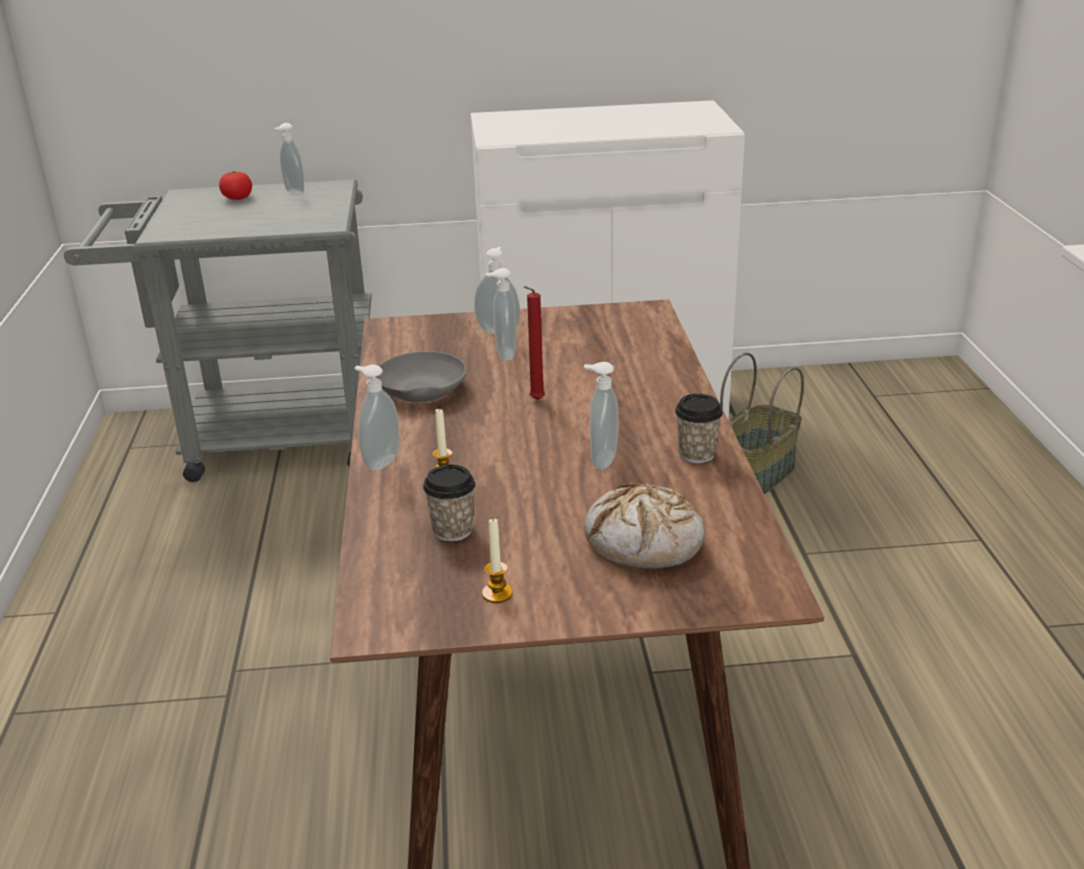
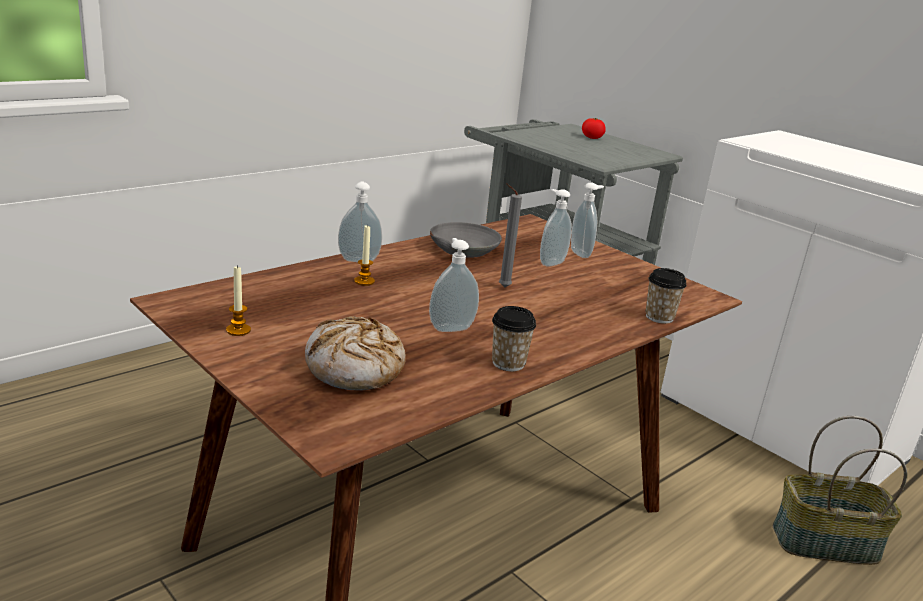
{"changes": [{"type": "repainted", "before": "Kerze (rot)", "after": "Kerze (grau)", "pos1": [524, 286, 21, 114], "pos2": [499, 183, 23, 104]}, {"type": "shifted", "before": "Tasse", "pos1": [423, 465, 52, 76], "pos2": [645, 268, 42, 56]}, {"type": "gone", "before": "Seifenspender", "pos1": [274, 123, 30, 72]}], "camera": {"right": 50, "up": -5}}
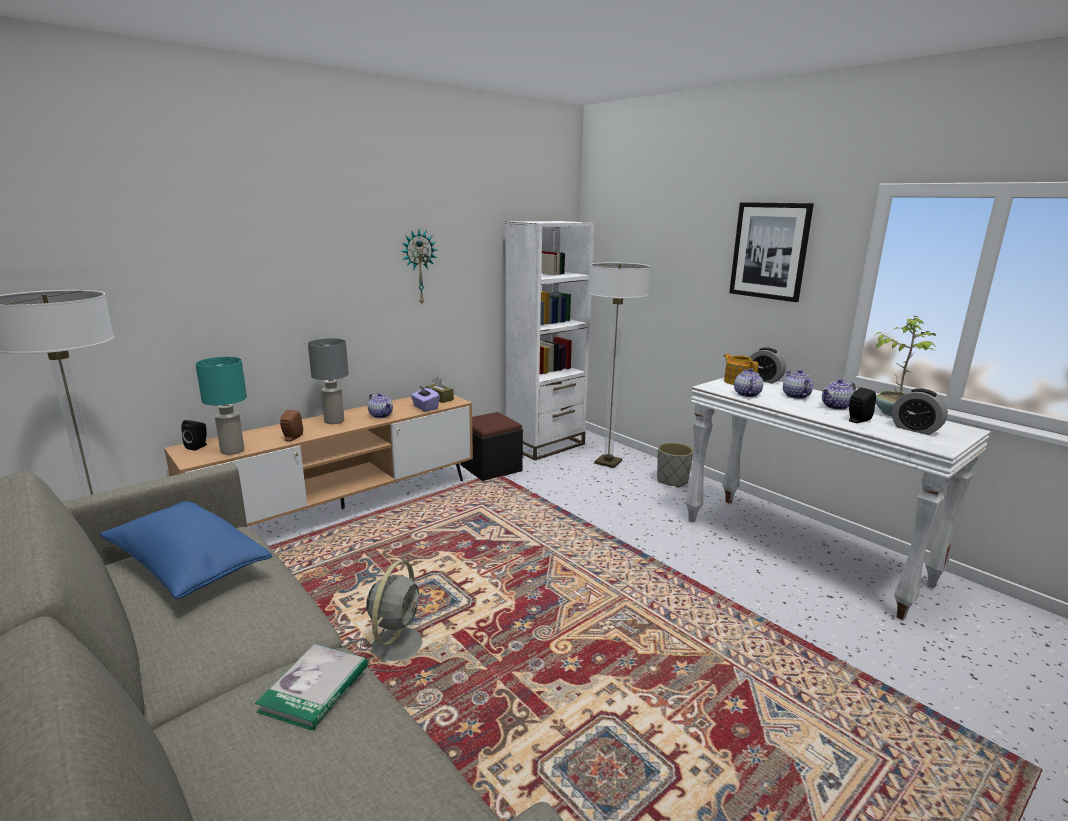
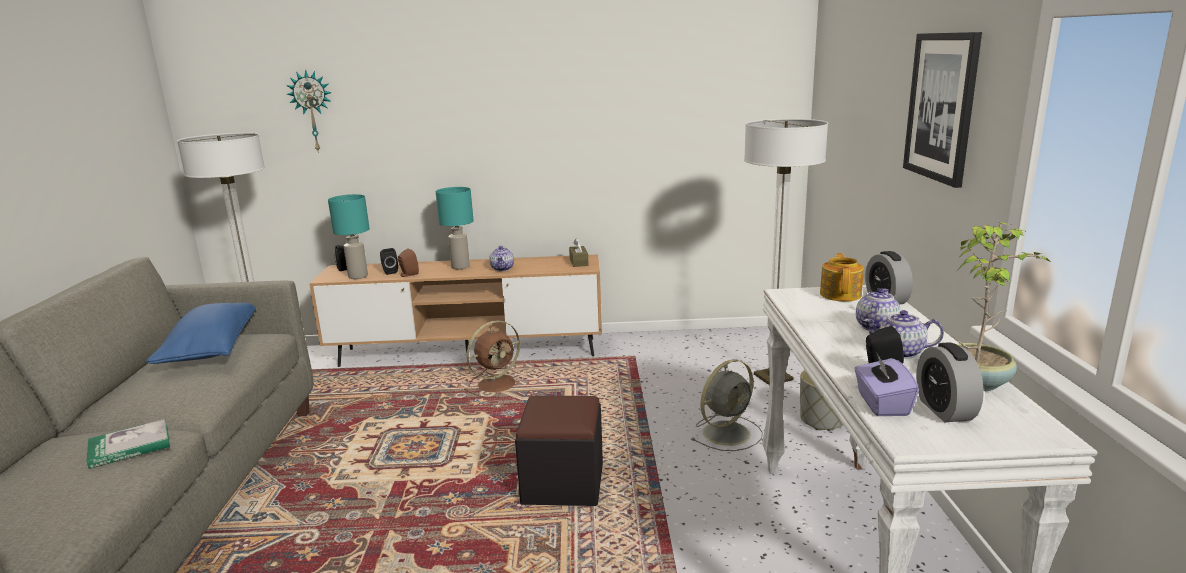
{"changes": [{"type": "shifted", "before": "Wanduhr", "pos1": [401, 230, 36, 73], "pos2": [286, 69, 46, 84]}, {"type": "new", "after": "Lautsprecher (schwarz)", "pos2": [380, 248, 18, 27]}, {"type": "repainted", "before": "Tischlampe (grau)", "after": "Tischlampe (türkis)", "pos1": [308, 338, 41, 86], "pos2": [435, 187, 39, 82]}, {"type": "new", "after": "Ventilator (braun)", "pos2": [464, 320, 56, 77]}, {"type": "shifted", "before": "Polsterhocker (schwarz)", "pos1": [460, 412, 63, 69], "pos2": [515, 396, 88, 110]}, {"type": "shifted", "before": "Ventilator (grau)", "pos1": [360, 560, 62, 112], "pos2": [690, 359, 73, 92]}, {"type": "shifted", "before": "Taschentuchbox (lila)", "pos1": [411, 385, 29, 27], "pos2": [854, 352, 65, 64]}, {"type": "gone", "before": "Bücherregal (weiß)", "pos1": [505, 221, 90, 240]}, {"type": "gone", "before": "Teekanne", "pos1": [734, 368, 29, 29]}], "camera": {"right": 40, "up": 0}}
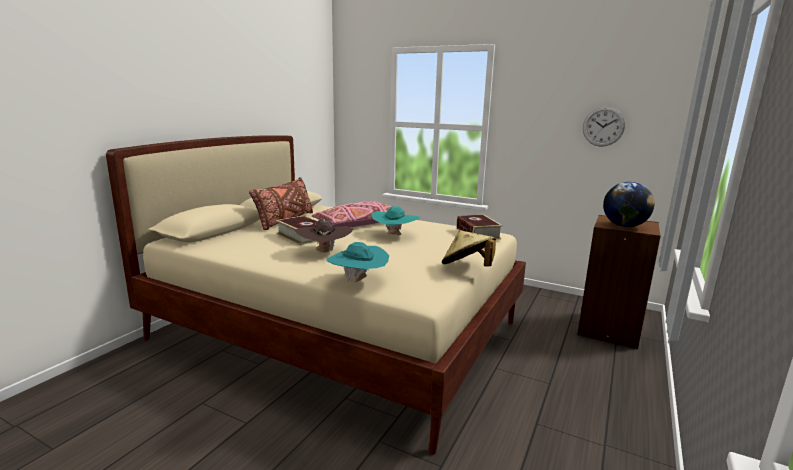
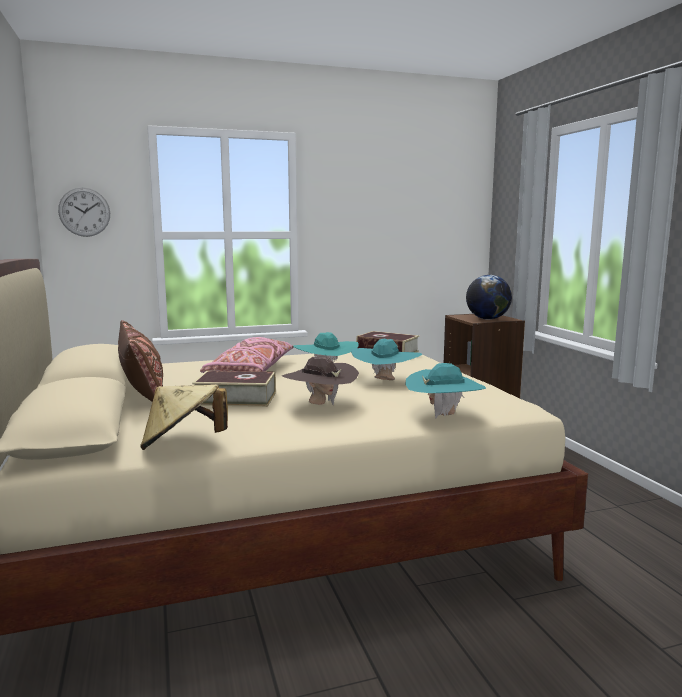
{"changes": [{"type": "shifted", "before": "Wanduhr", "pos1": [583, 107, 42, 40], "pos2": [58, 187, 52, 50]}, {"type": "shifted", "before": "Hut (beige)", "pos1": [442, 230, 54, 36], "pos2": [140, 384, 88, 66]}, {"type": "new", "after": "Hut (türkis)", "pos2": [351, 339, 71, 41]}], "camera": {"right": -45, "up": -5}}
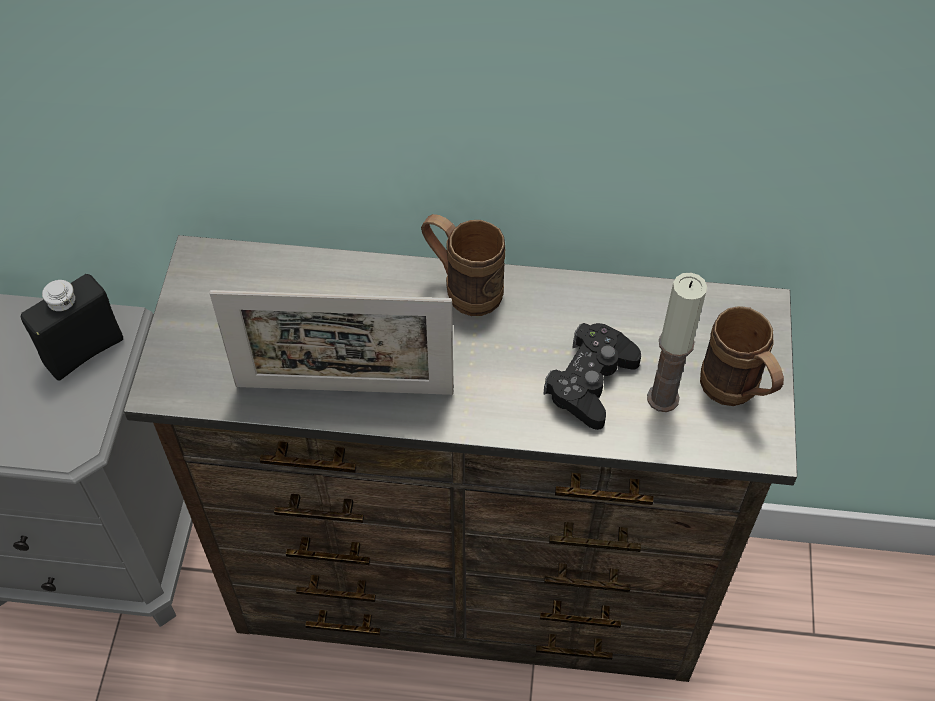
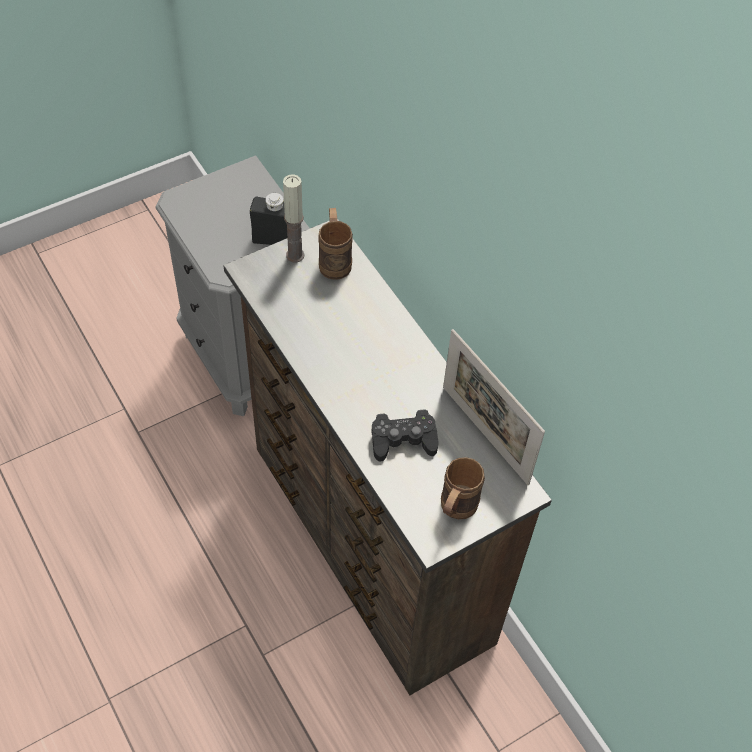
{"changes": [{"type": "shifted", "before": "Kerze", "pos1": [647, 273, 60, 139], "pos2": [283, 174, 22, 89]}, {"type": "shifted", "before": "Henkelbecher (braun)", "pos1": [421, 214, 84, 102], "pos2": [318, 208, 35, 72]}, {"type": "shifted", "before": "Bilderrahmen", "pos1": [209, 290, 245, 105], "pos2": [443, 329, 102, 156]}], "camera": {"right": 50, "up": 0}}
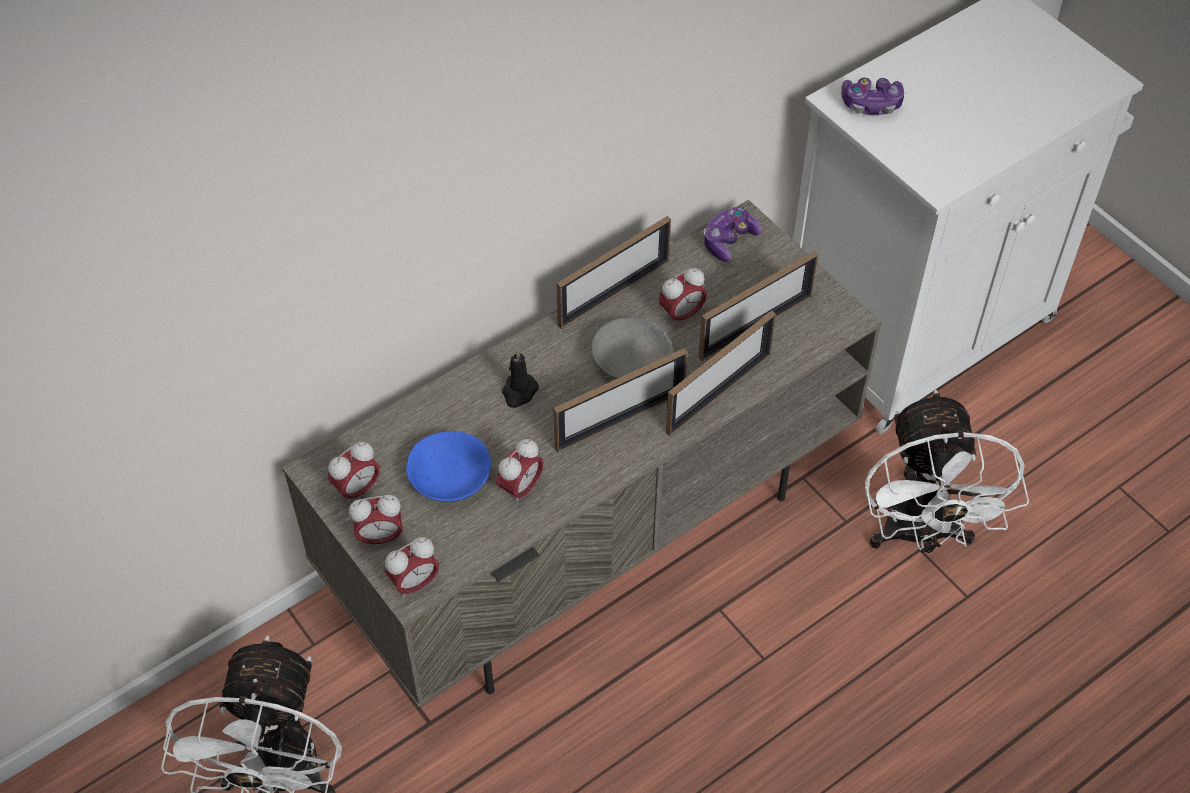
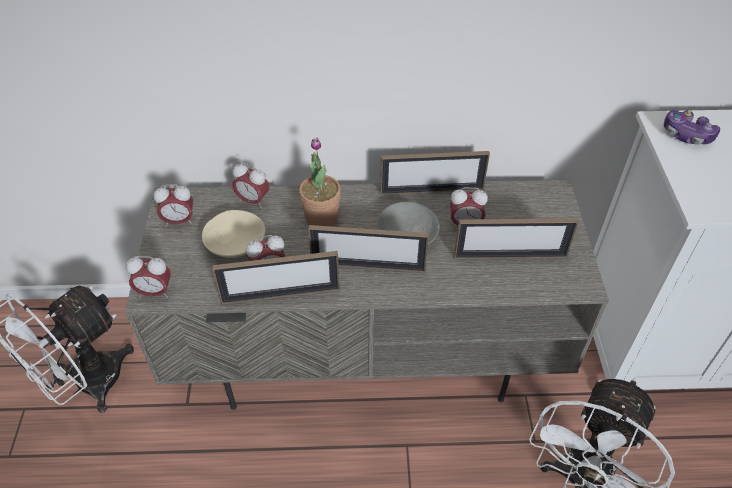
{"changes": [{"type": "repainted", "before": "Schüssel (blau)", "after": "Schüssel (beige)", "pos1": [406, 431, 85, 71], "pos2": [202, 210, 64, 48]}, {"type": "shifted", "before": "Bilderrahmen", "pos1": [666, 310, 110, 126], "pos2": [212, 251, 128, 53]}, {"type": "shifted", "before": "Wecker", "pos1": [349, 495, 54, 52], "pos2": [232, 162, 37, 46]}, {"type": "swapped", "before": "Kerze (schwarz)", "after": "Topfpflanze", "pos1": [502, 349, 37, 59], "pos2": [299, 137, 42, 89]}, {"type": "gone", "before": "Gamepad", "pos1": [703, 207, 59, 55]}], "camera": {"right": 35, "up": -5}}
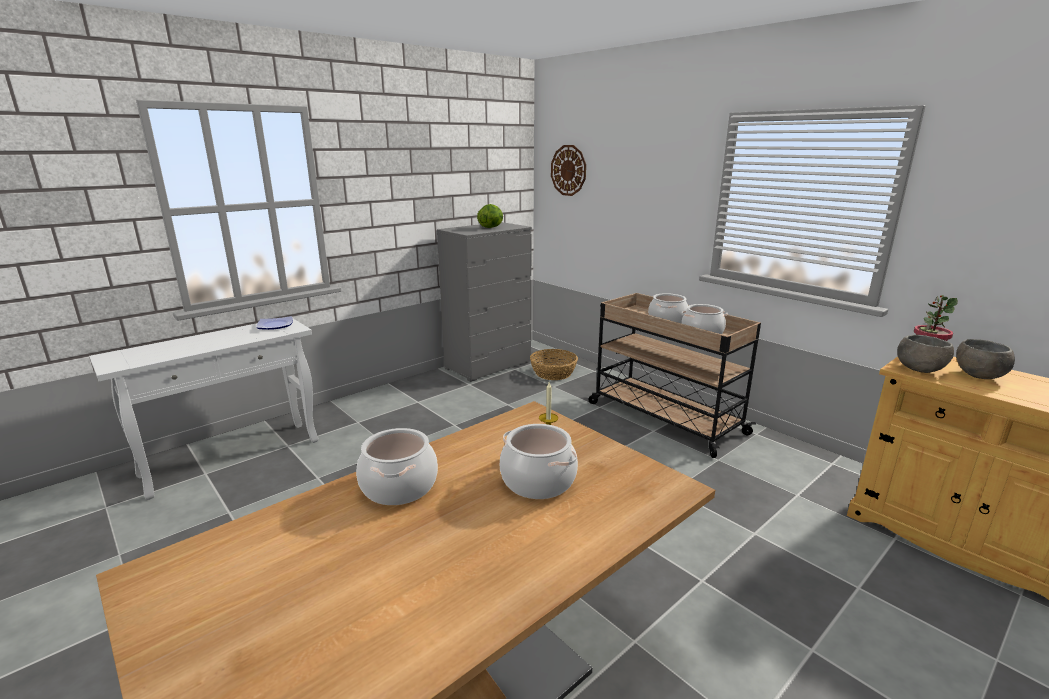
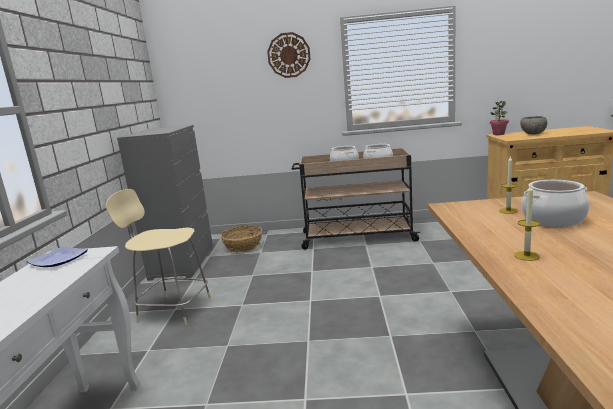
{"changes": [{"type": "new", "after": "Stuhl (beige)", "pos2": [106, 189, 105, 136]}, {"type": "shifted", "before": "Wanduhr", "pos1": [551, 145, 35, 51], "pos2": [267, 32, 43, 46]}, {"type": "swapped", "before": "Kochtopf", "after": "Kerze", "pos1": [356, 428, 82, 77], "pos2": [514, 185, 26, 76]}, {"type": "gone", "before": "Salatkopf", "pos1": [477, 204, 26, 24]}, {"type": "gone", "before": "Schüssel (grau)", "pos1": [897, 335, 57, 38]}], "camera": {"right": -45, "up": -5}}
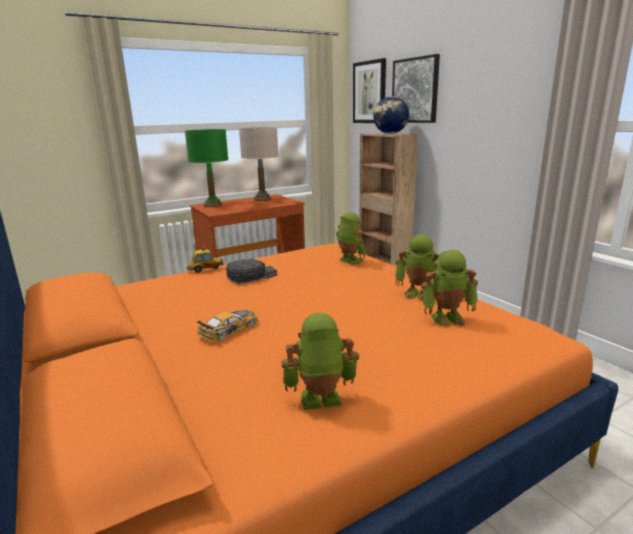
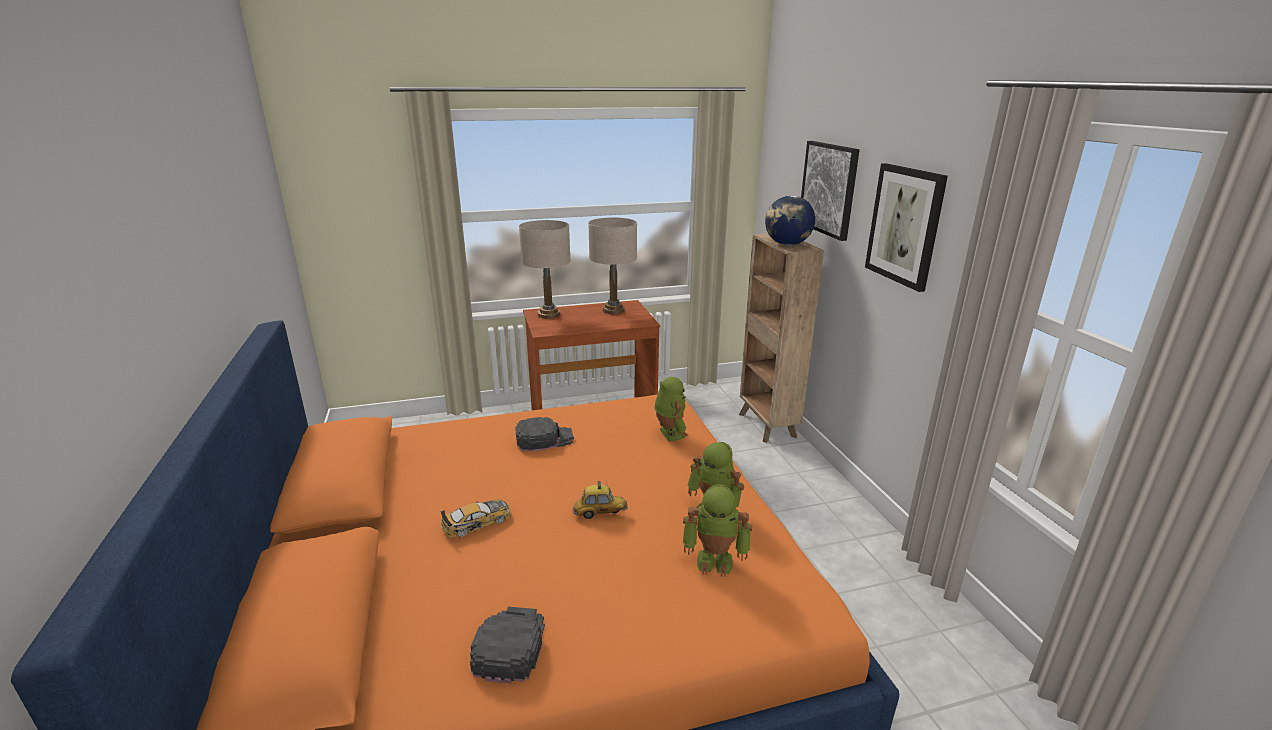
{"changes": [{"type": "swapped", "before": "Spielzeugroboter", "after": "Kappe (schwarz)", "pos1": [281, 313, 78, 97], "pos2": [470, 607, 75, 76]}, {"type": "repainted", "before": "Tischlampe (grün)", "after": "Tischlampe (beige)", "pos1": [185, 129, 43, 78], "pos2": [519, 220, 52, 99]}, {"type": "shifted", "before": "Spielzeugauto", "pos1": [186, 246, 38, 27], "pos2": [573, 481, 55, 38]}, {"type": "shifted", "before": "Bild", "pos1": [353, 58, 33, 65], "pos2": [865, 163, 83, 129]}], "camera": {"right": 15, "up": 5}}
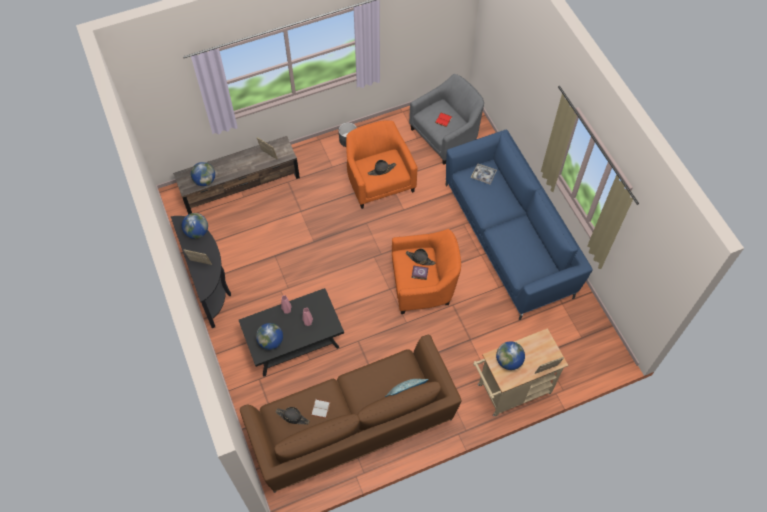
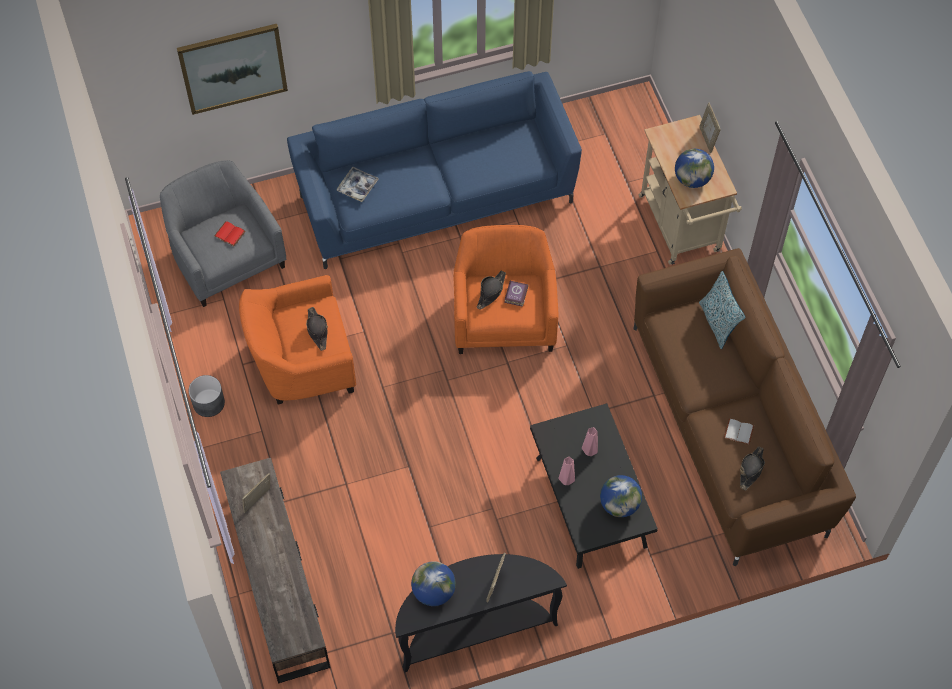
{"changes": [{"type": "new", "after": "Bild", "pos2": [177, 24, 111, 91]}, {"type": "gone", "before": "Globus", "pos1": [191, 162, 24, 24]}], "camera": {"right": -85, "up": 0}}
